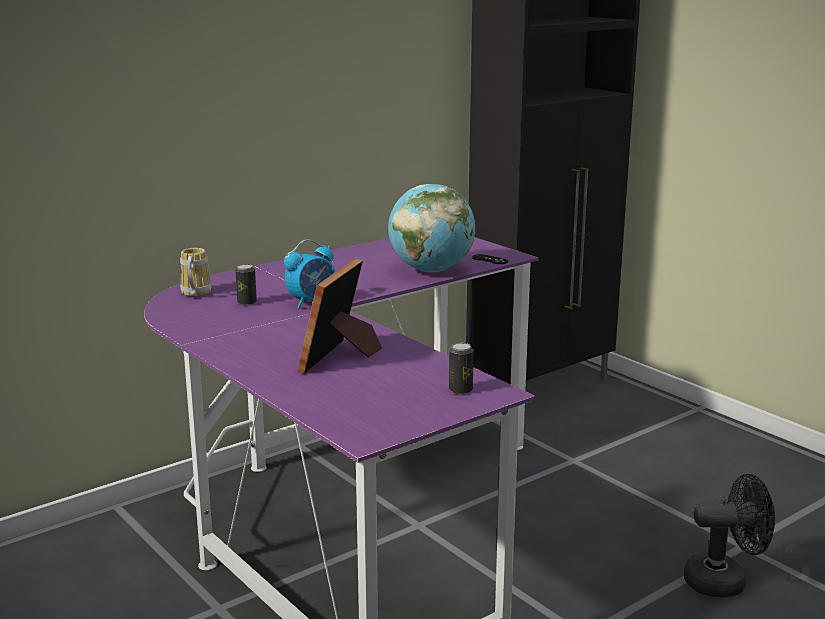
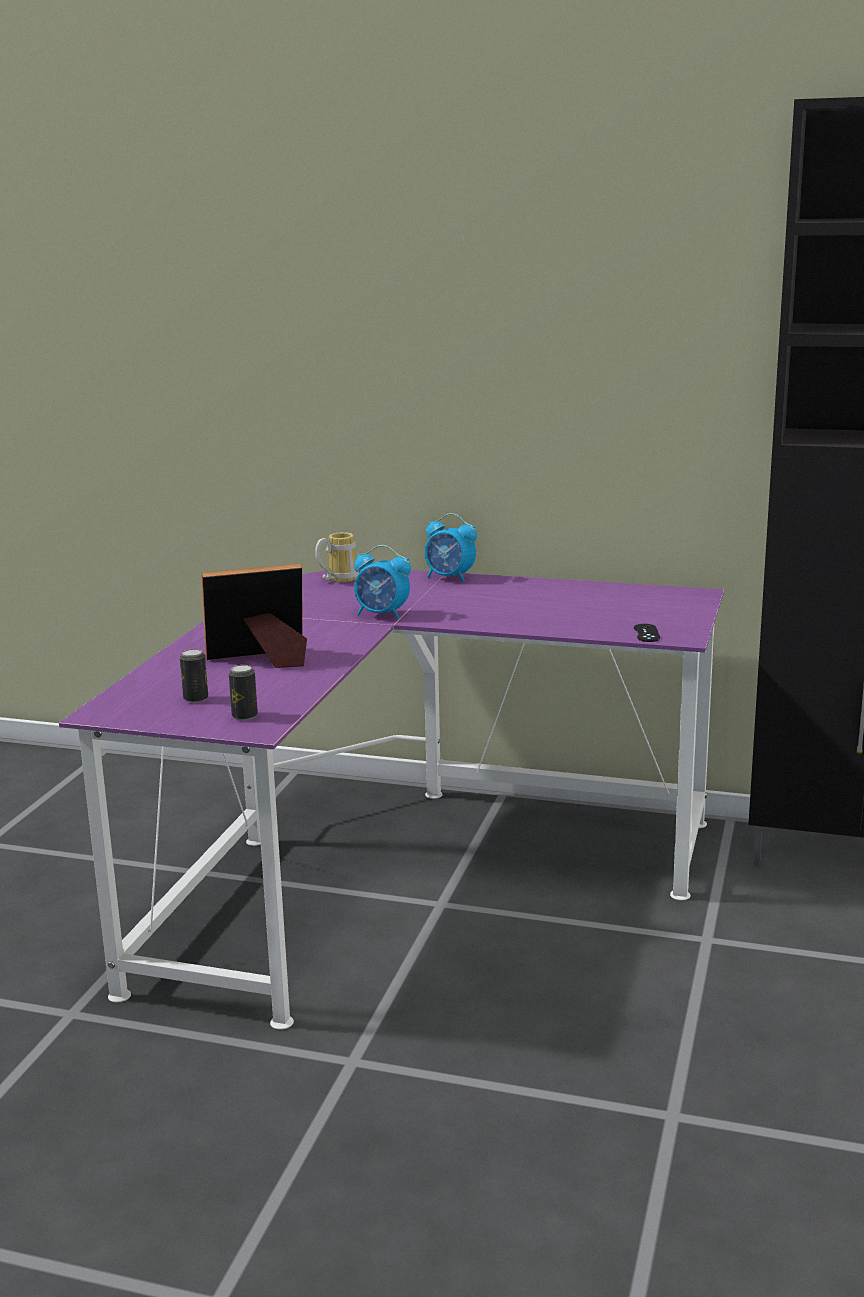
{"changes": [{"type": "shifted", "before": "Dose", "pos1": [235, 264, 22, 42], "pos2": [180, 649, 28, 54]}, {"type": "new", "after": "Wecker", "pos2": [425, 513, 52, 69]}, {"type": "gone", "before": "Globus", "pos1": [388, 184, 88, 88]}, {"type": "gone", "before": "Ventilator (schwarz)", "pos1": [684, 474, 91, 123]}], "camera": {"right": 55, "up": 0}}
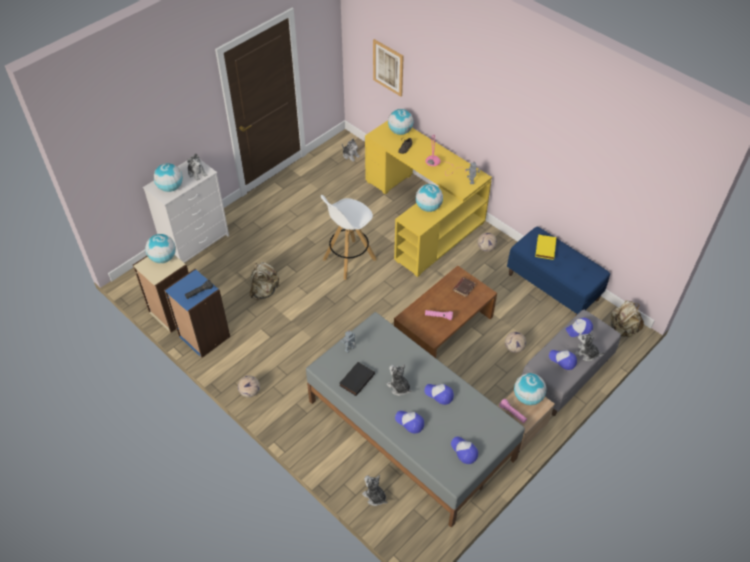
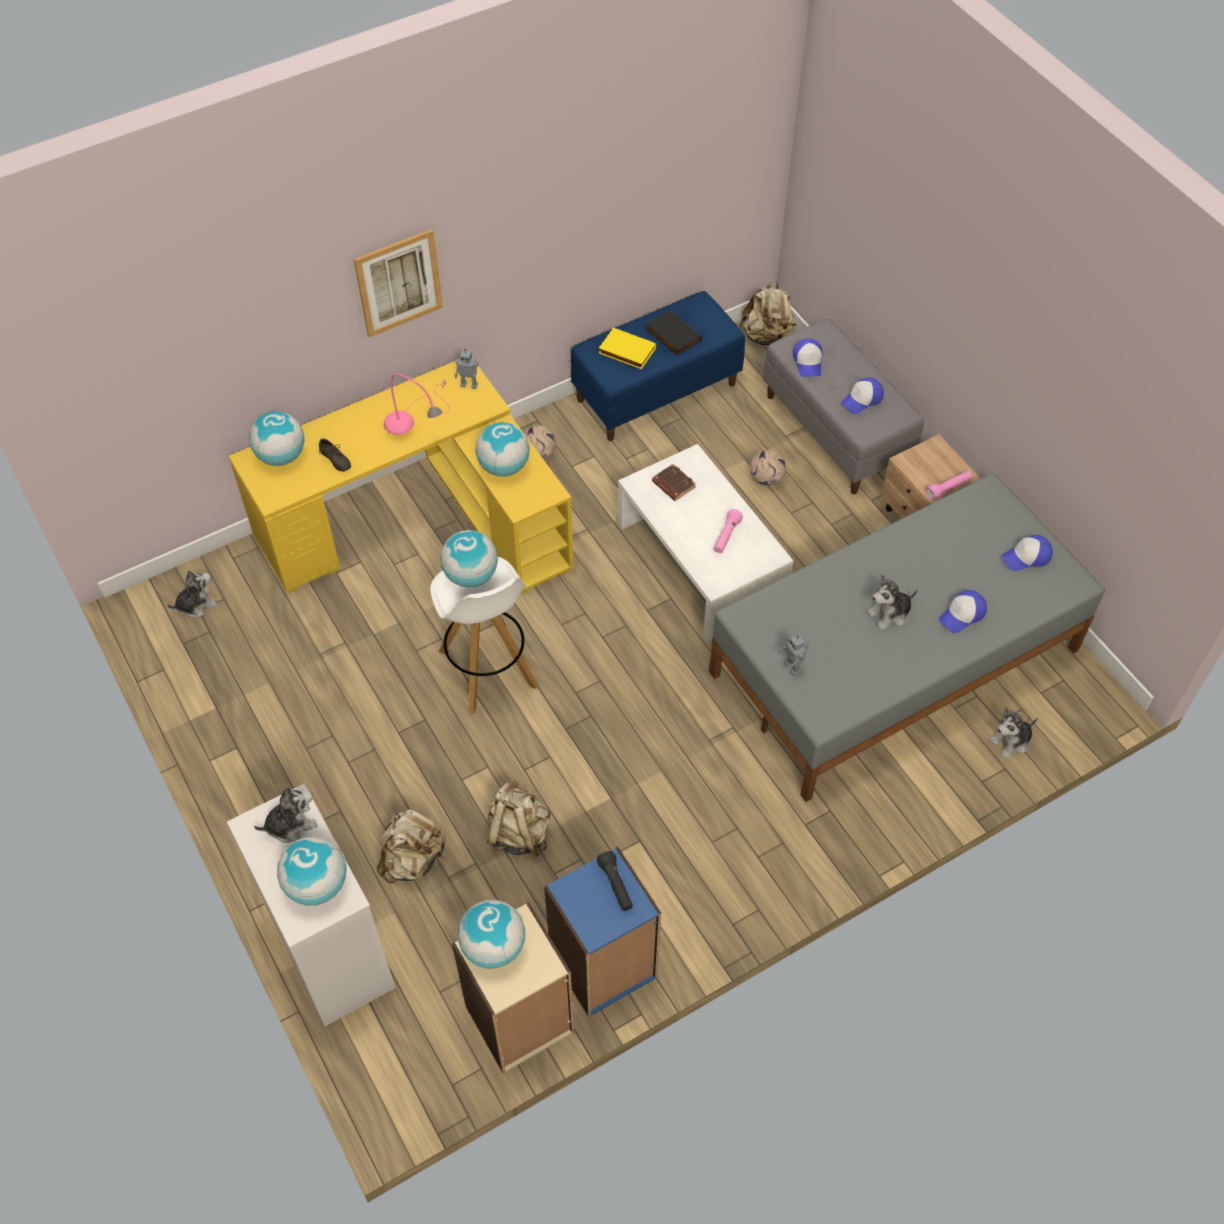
{"changes": [{"type": "shifted", "before": "Bild", "pos1": [373, 39, 31, 58], "pos2": [354, 229, 89, 108]}, {"type": "new", "after": "Rucksack (beige)", "pos2": [377, 810, 69, 74]}, {"type": "shifted", "before": "Globus", "pos1": [514, 373, 33, 32], "pos2": [440, 530, 58, 58]}, {"type": "repainted", "before": "Couchtisch (braun)", "after": "Couchtisch (weiß)", "pos1": [394, 266, 103, 92], "pos2": [618, 444, 175, 199]}, {"type": "shifted", "before": "Buch (schwarz)", "pos1": [339, 362, 36, 34], "pos2": [646, 310, 56, 46]}, {"type": "gone", "before": "Fußball", "pos1": [238, 376, 22, 22]}, {"type": "gone", "before": "Kappe", "pos1": [424, 384, 30, 21]}, {"type": "gone", "before": "Plüschtier", "pos1": [575, 331, 29, 30]}], "camera": {"right": -75, "up": 5}}
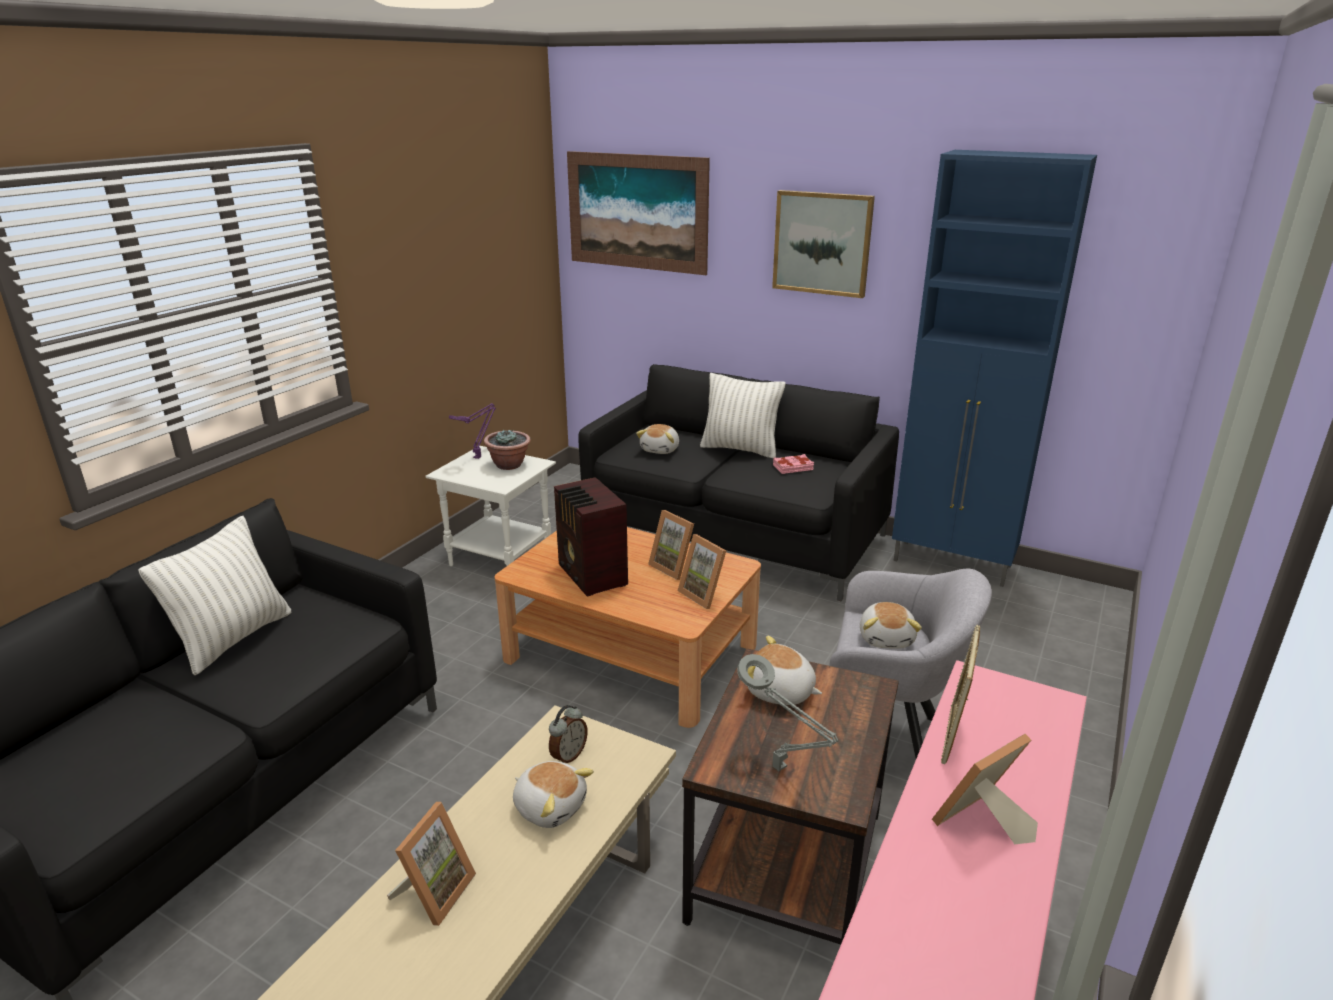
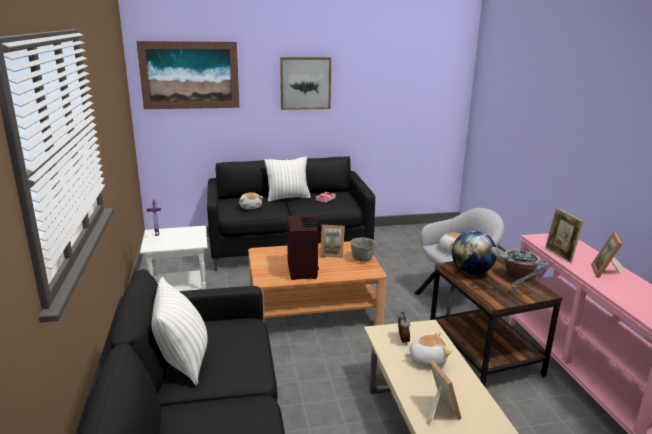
{"changes": [{"type": "rotated", "before": "Radio", "pos1": [554, 477, 74, 119], "pos2": [287, 215, 32, 65], "turn": -120}, {"type": "swapped", "before": "Bilderrahmen", "after": "Schüssel (grau)", "pos1": [678, 534, 48, 75], "pos2": [350, 237, 26, 24]}, {"type": "swapped", "before": "Plüschtier", "after": "Globus", "pos1": [748, 636, 74, 69], "pos2": [452, 231, 45, 44]}, {"type": "shifted", "before": "Topfpflanze", "pos1": [484, 430, 47, 40], "pos2": [505, 249, 36, 32]}, {"type": "gone", "before": "Schrank (blau)", "pos1": [892, 150, 205, 437]}], "camera": {"right": -40, "up": -5}}
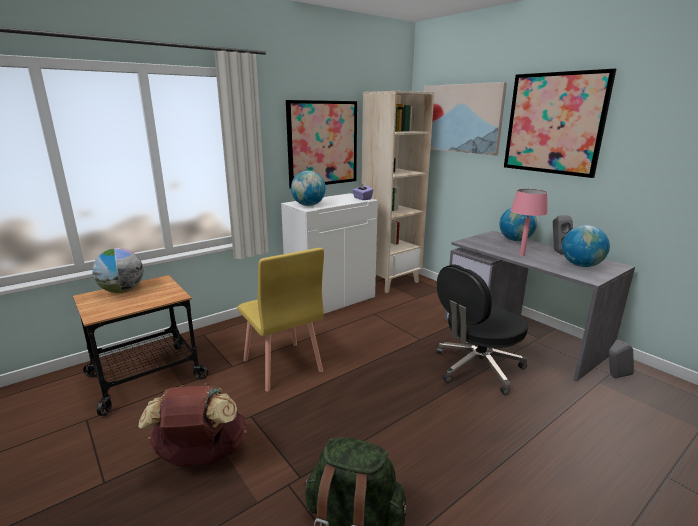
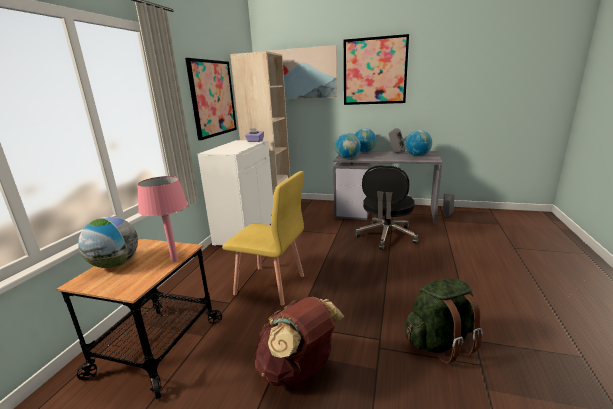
{"changes": [{"type": "shifted", "before": "Tischlampe (rosa)", "pos1": [511, 189, 37, 67], "pos2": [137, 176, 51, 87]}, {"type": "shifted", "before": "Globus", "pos1": [291, 171, 35, 35], "pos2": [335, 133, 26, 26]}], "camera": {"right": -35, "up": 0}}
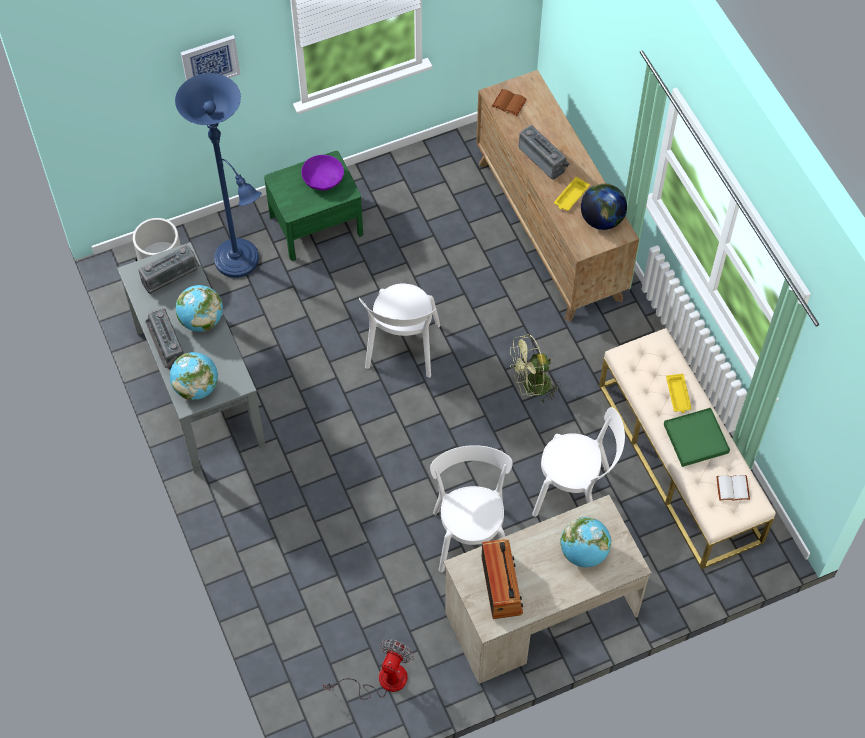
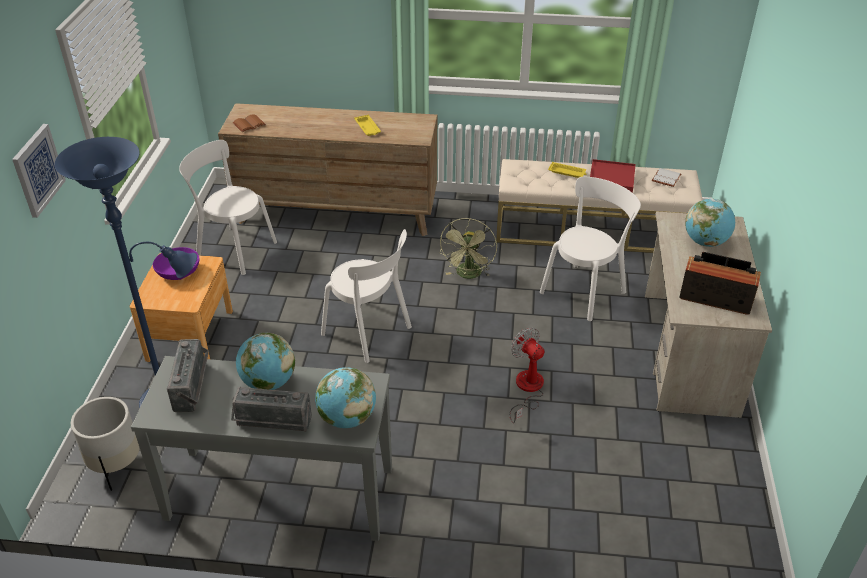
{"changes": [{"type": "repainted", "before": "Nachttisch (grün)", "after": "Nachttisch (braun)", "pos1": [264, 151, 99, 110], "pos2": [130, 253, 103, 109]}, {"type": "shifted", "before": "Stuhl (weiß)", "pos1": [430, 445, 83, 128], "pos2": [179, 140, 98, 135]}, {"type": "shifted", "before": "Ventilator", "pos1": [323, 639, 91, 61], "pos2": [509, 327, 36, 96]}, {"type": "repainted", "before": "Tablett (grün)", "after": "Tablett (rot)", "pos1": [664, 408, 66, 59], "pos2": [590, 159, 45, 34]}, {"type": "gone", "before": "Radio", "pos1": [519, 125, 51, 55]}, {"type": "gone", "before": "Globus", "pos1": [581, 183, 46, 47]}], "camera": {"right": -60, "up": -20}}
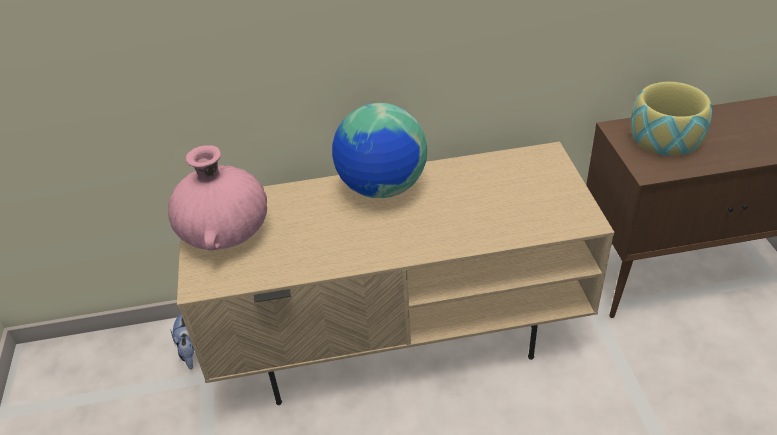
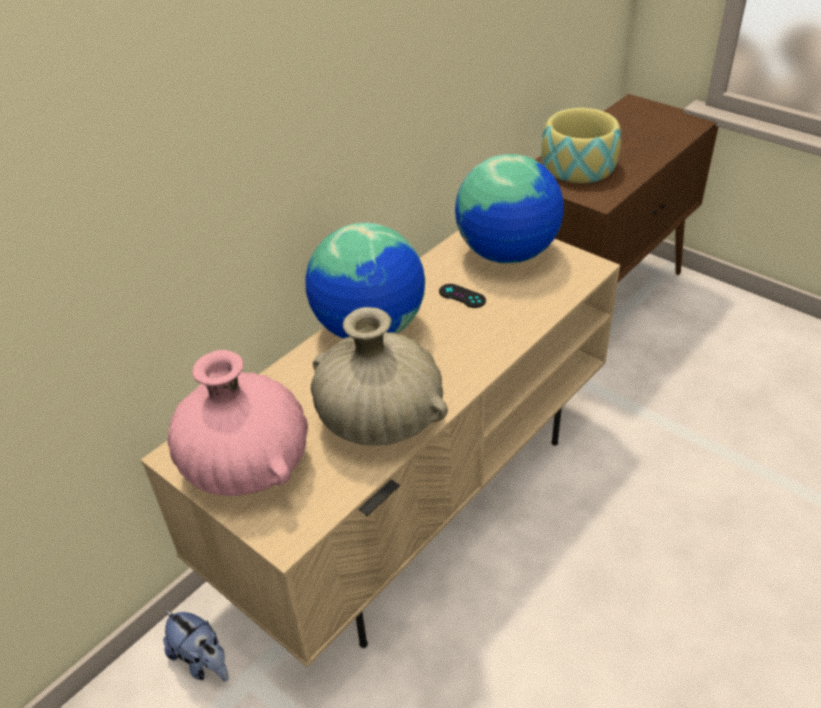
{"changes": [{"type": "new", "after": "Vase (beige)", "pos2": [311, 307, 137, 139]}, {"type": "new", "after": "Gamepad (schwarz)", "pos2": [439, 284, 47, 24]}, {"type": "new", "after": "Globus", "pos2": [455, 154, 109, 110]}], "camera": {"right": -40, "up": 0}}
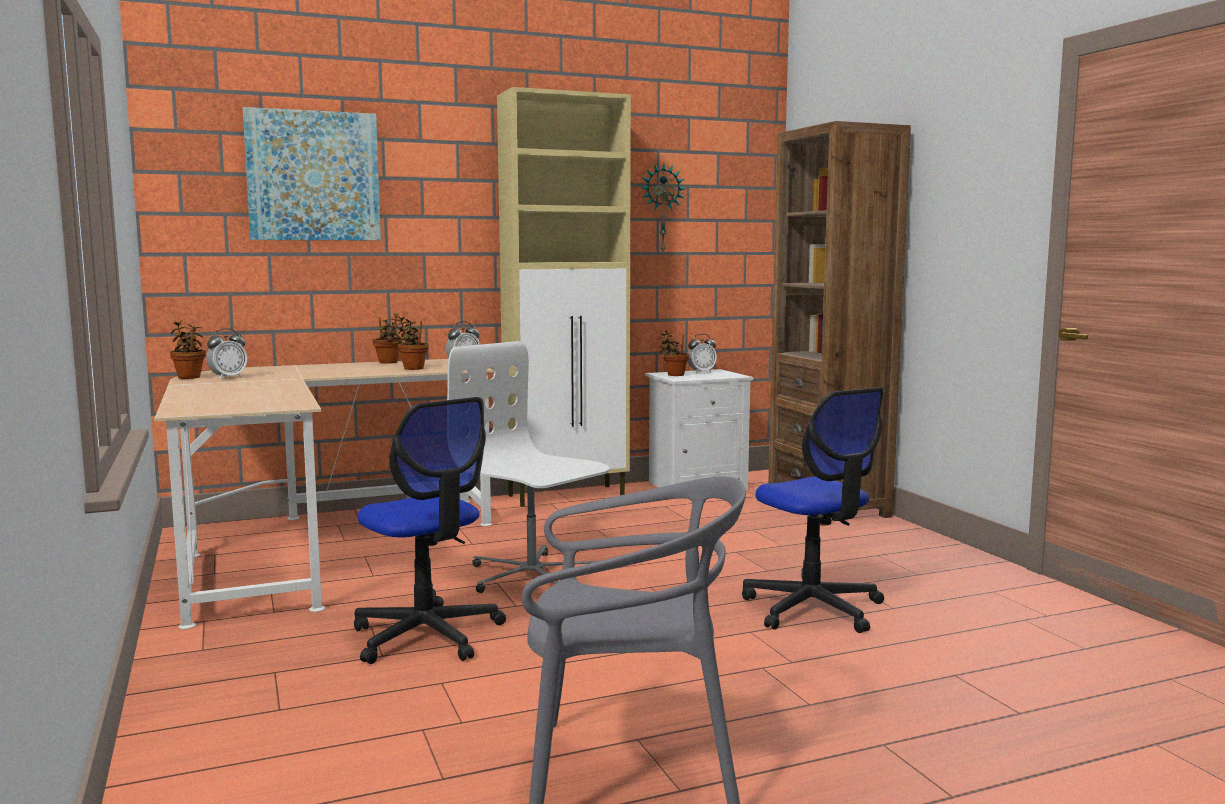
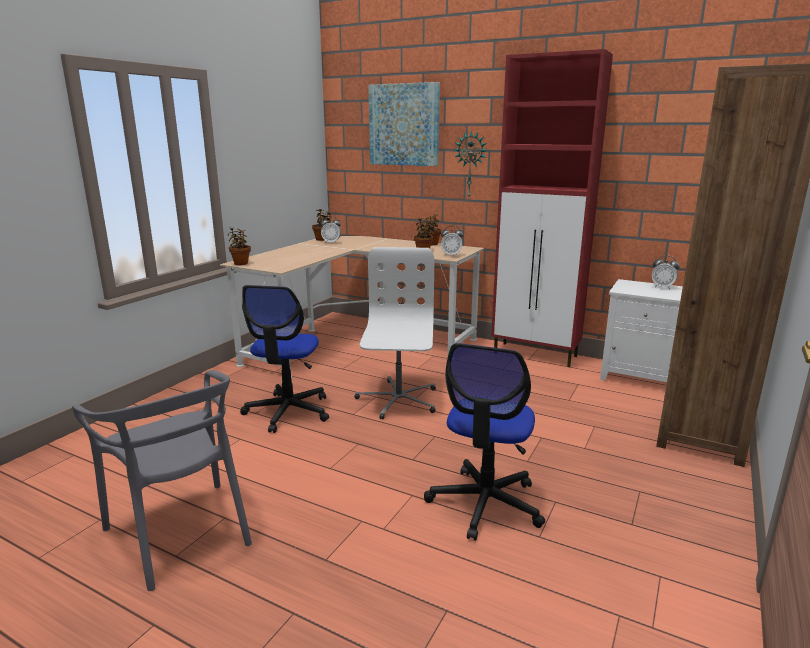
{"changes": [{"type": "shifted", "before": "Topfpflanze", "pos1": [658, 330, 31, 46], "pos2": [228, 227, 23, 38]}, {"type": "shifted", "before": "Wanduhr", "pos1": [641, 163, 45, 89], "pos2": [455, 131, 33, 66]}, {"type": "repainted", "before": "Schrank (beige)", "after": "Schrank (rot)", "pos1": [497, 87, 134, 420], "pos2": [491, 49, 122, 318]}], "camera": {"right": 50, "up": 10}}
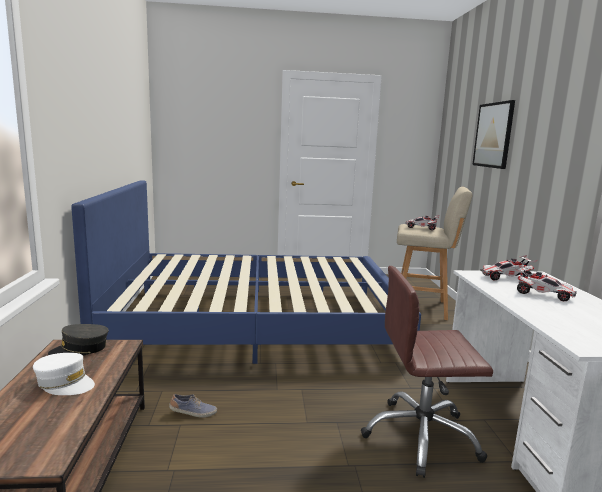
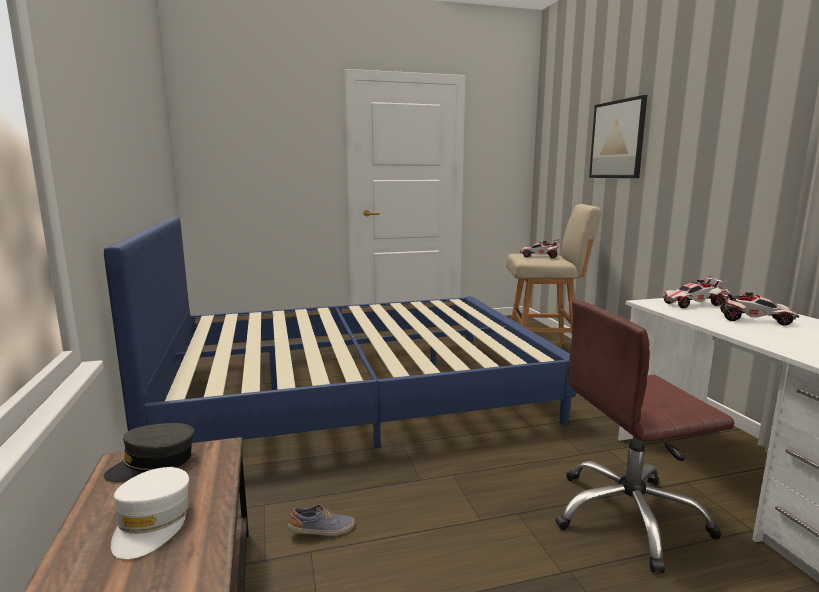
{"changes": [{"type": "rotated", "before": "Kappe (weiß)", "pos1": [33, 353, 62, 42], "pos2": [111, 467, 79, 92], "turn": 75}], "camera": {"right": -10, "up": 0}}
